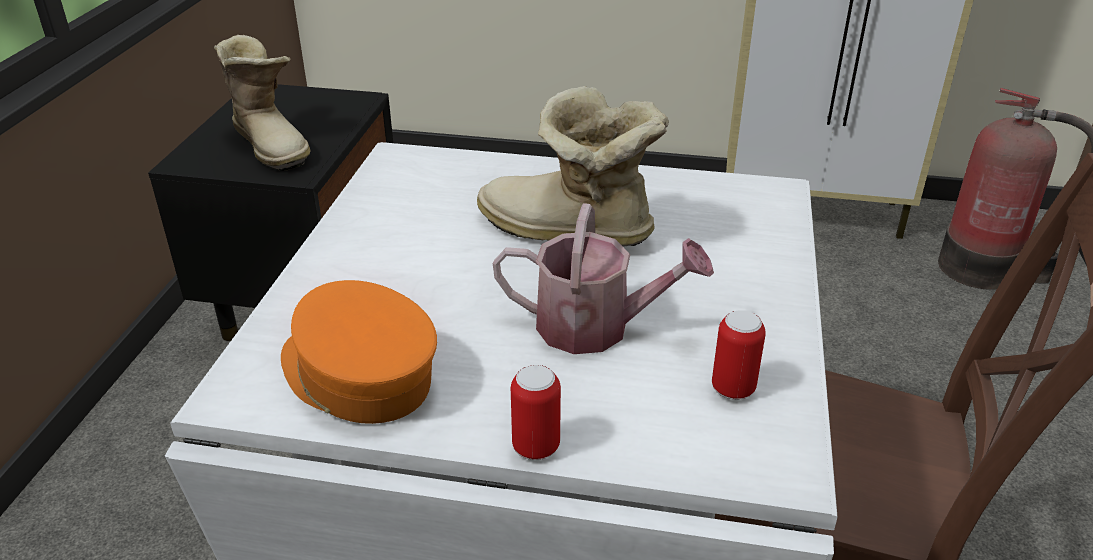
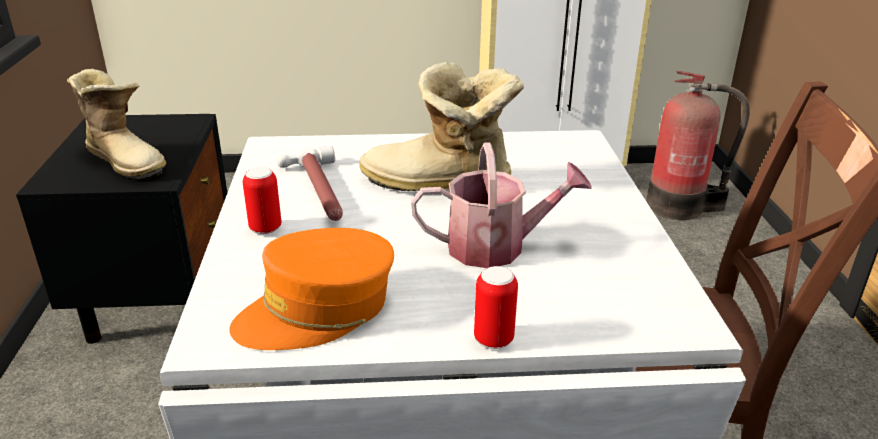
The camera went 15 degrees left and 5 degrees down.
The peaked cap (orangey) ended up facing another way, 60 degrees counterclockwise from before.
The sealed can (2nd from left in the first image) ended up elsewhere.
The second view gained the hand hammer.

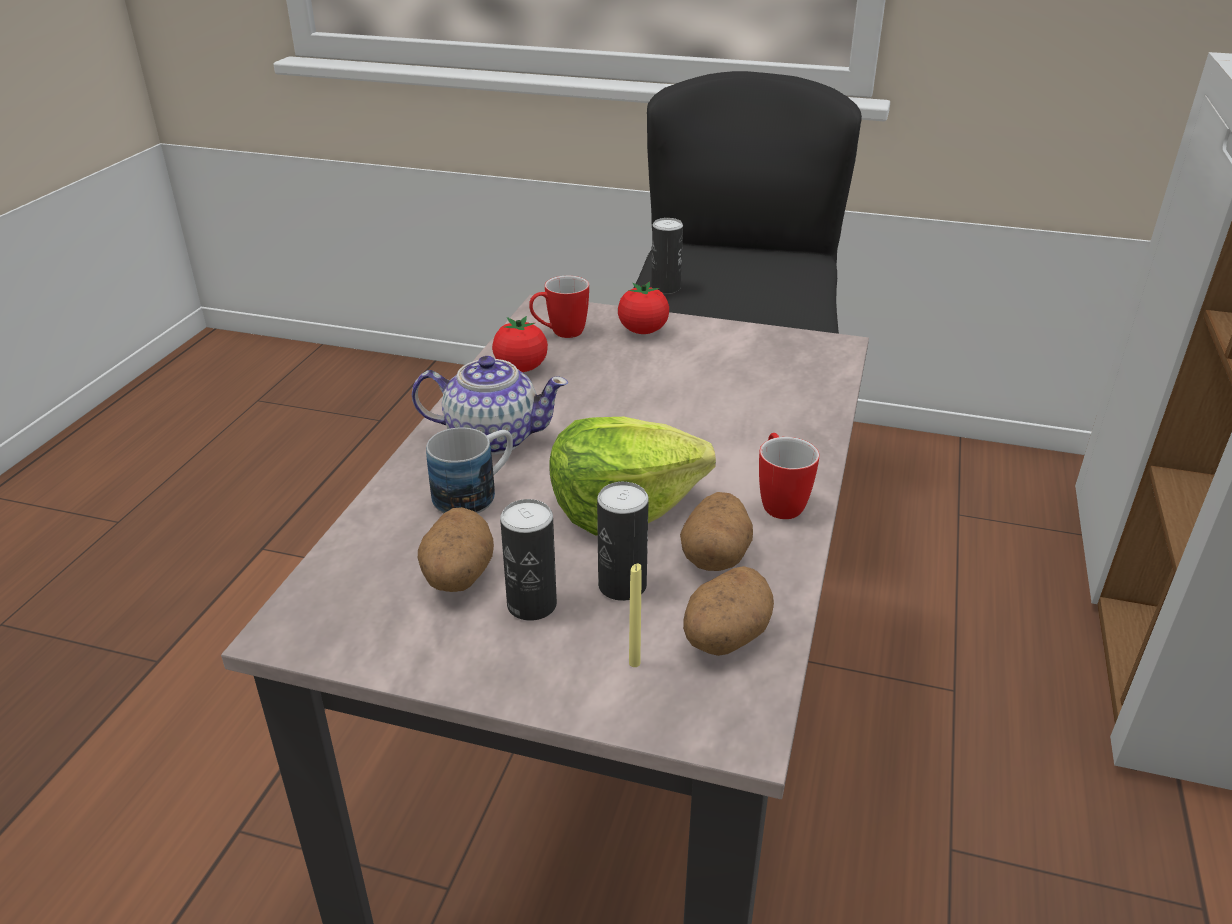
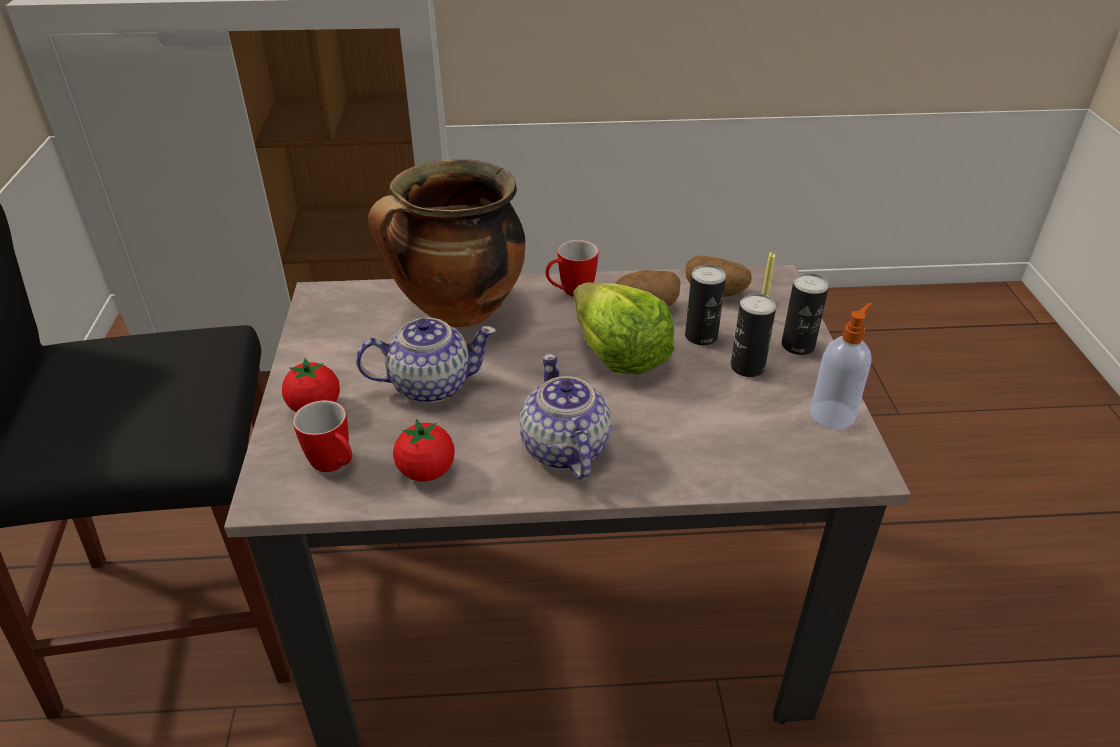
The camera went 110 degrees left and 5 degrees up.
The second view lost the whole potato (1st from left).
The second view lost the tea mug (1st from left).
The sealed can (3rd from left) ended up elsewhere.
The second view gained the pot for tea (1st from left).
The second view gained the saucepot.
The second view gained the soap dispenser.

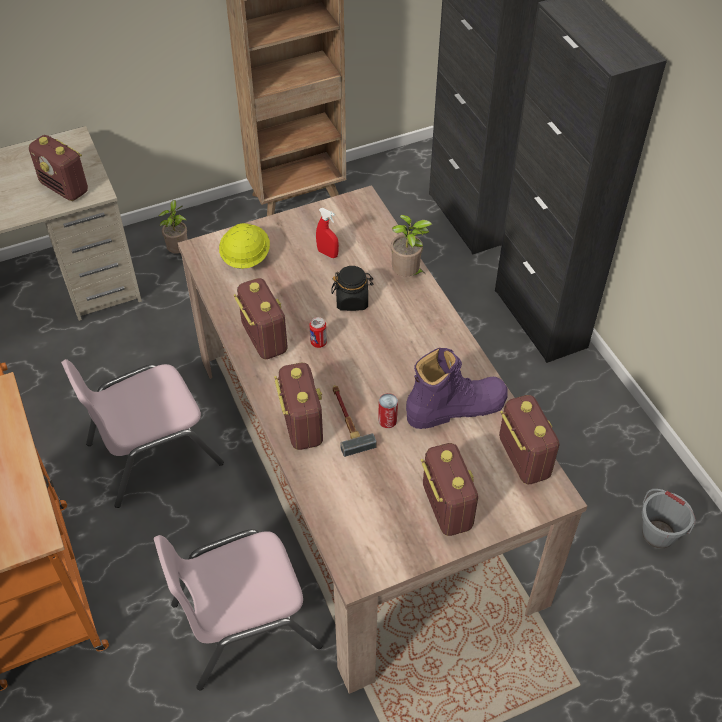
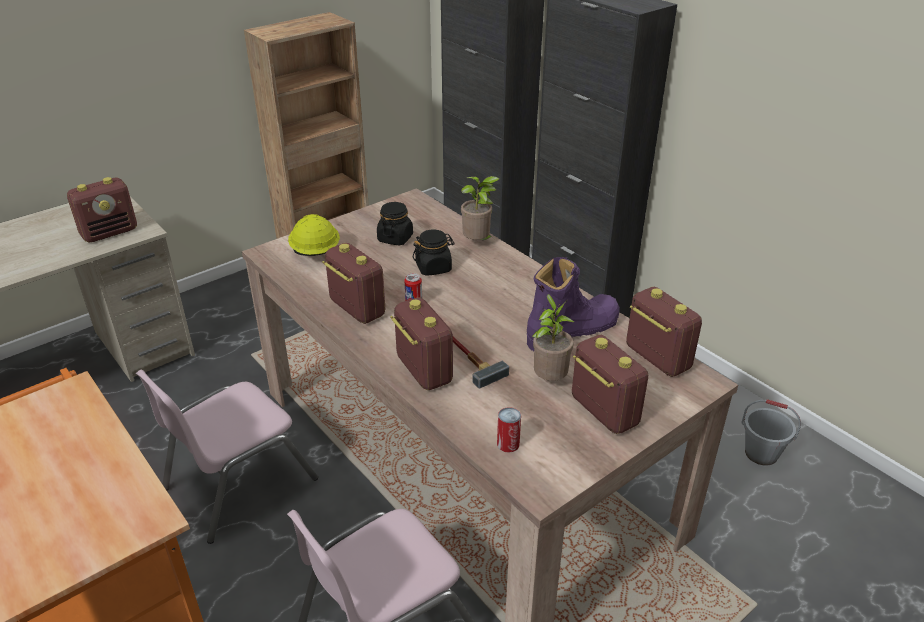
The camera went 15 degrees left and 15 degrees down.
The radio (1st from left) ended up facing another way, 60 degrees counterclockwise from before.
The houseplant (1st from left in the first image) ended up elsewhere.
Where the sprayer (red-coloured) stood, the preserve jar (blackish) (1st from left) came to stand.
The sealed can (2nd from left) ended up elsewhere.

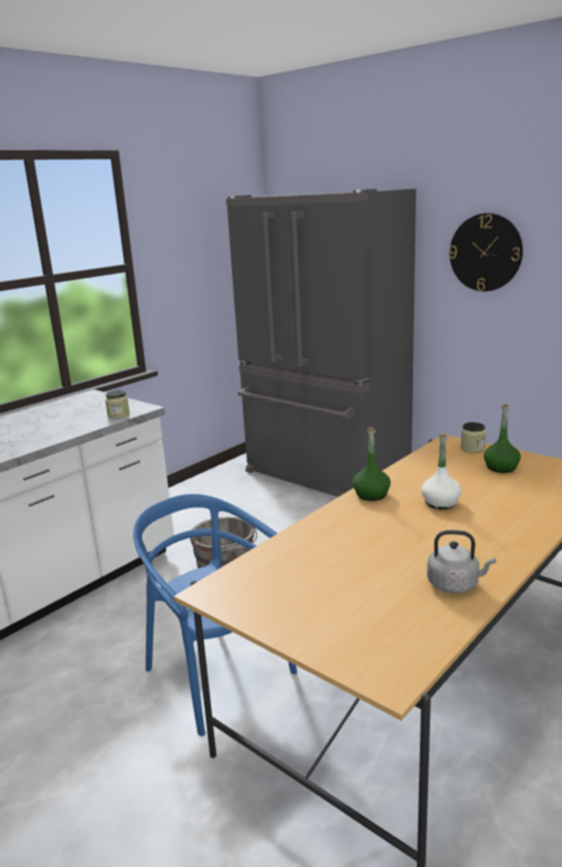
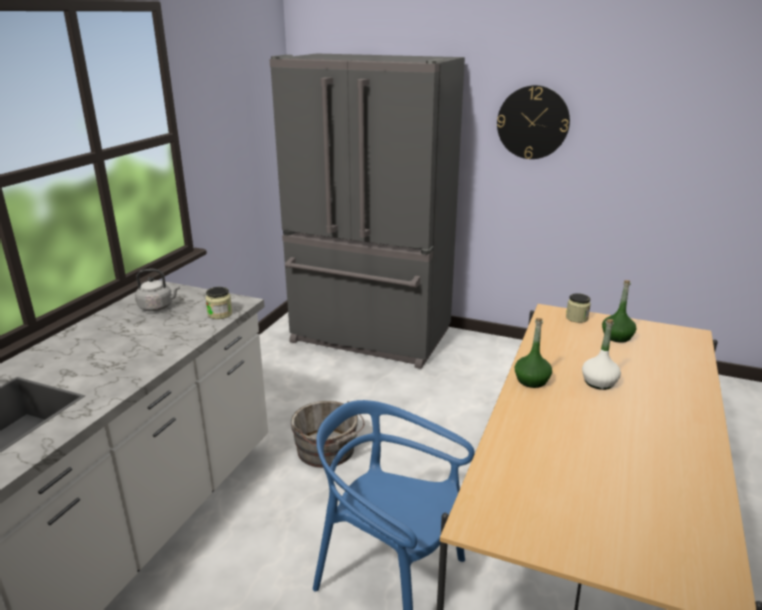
The camera went 20 degrees left and 5 degrees up.
The kettle (gray) ended up elsewhere.

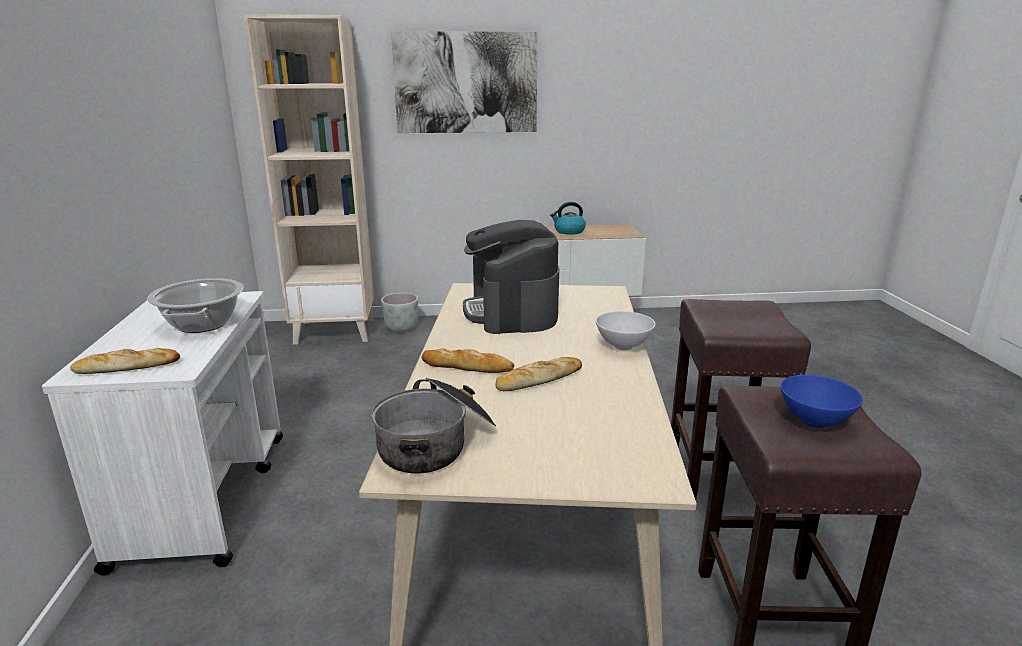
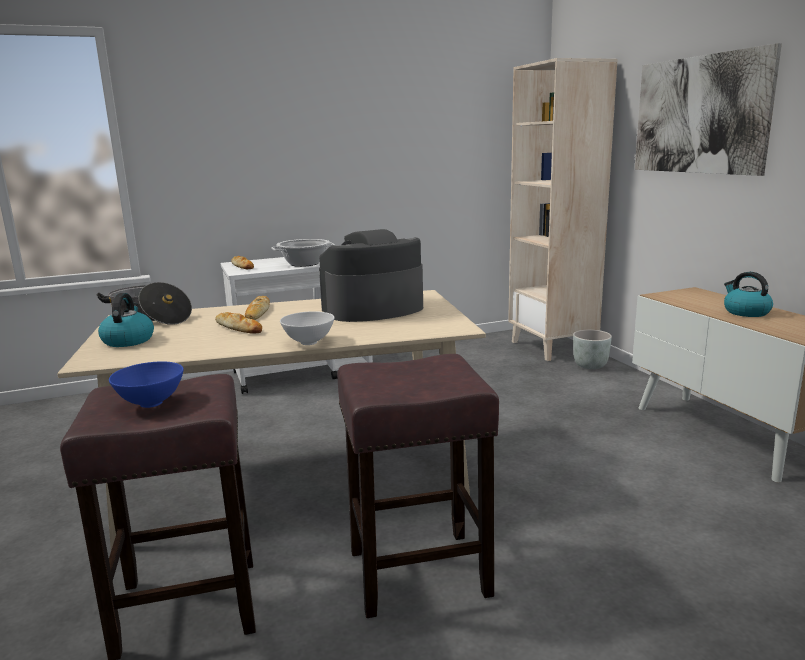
The camera went 75 degrees right and 5 degrees down.
The second view gained the kettle (1st from left).

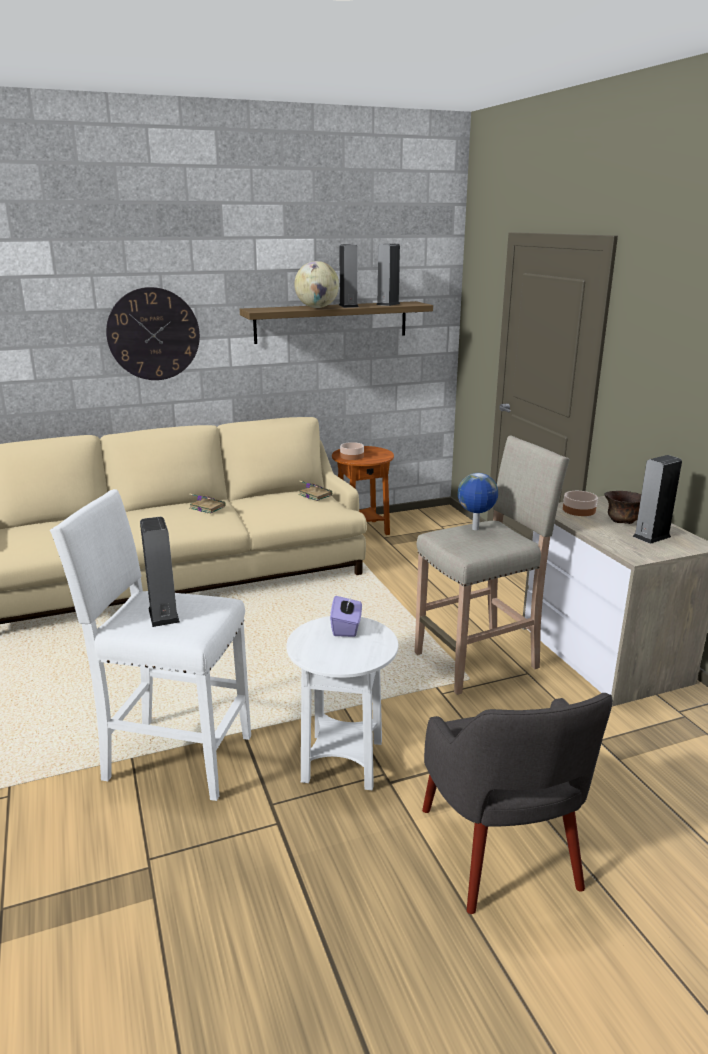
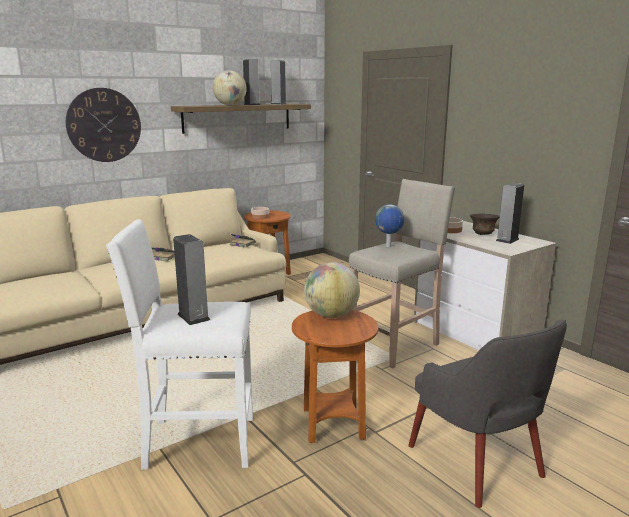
The camera went 15 degrees left and 5 degrees down.
What was the end table (white-coloured) turned into the end table (brown-coloured) (2nd from left).
Where the box of tissues (purple) stood, the globe (2nd from left) came to stand.

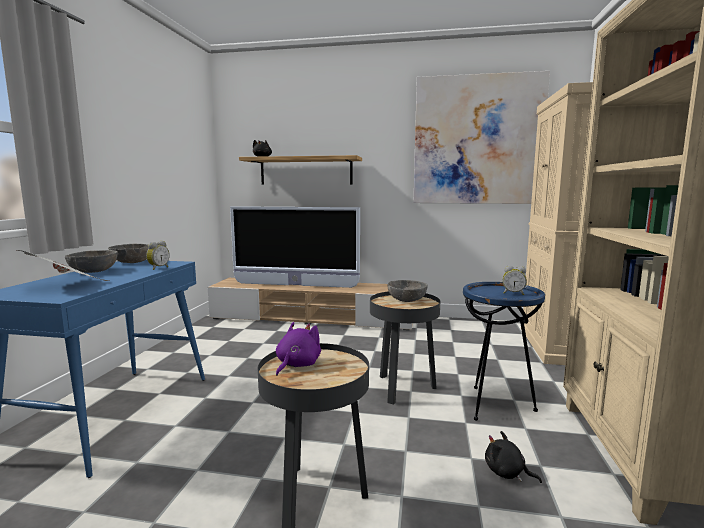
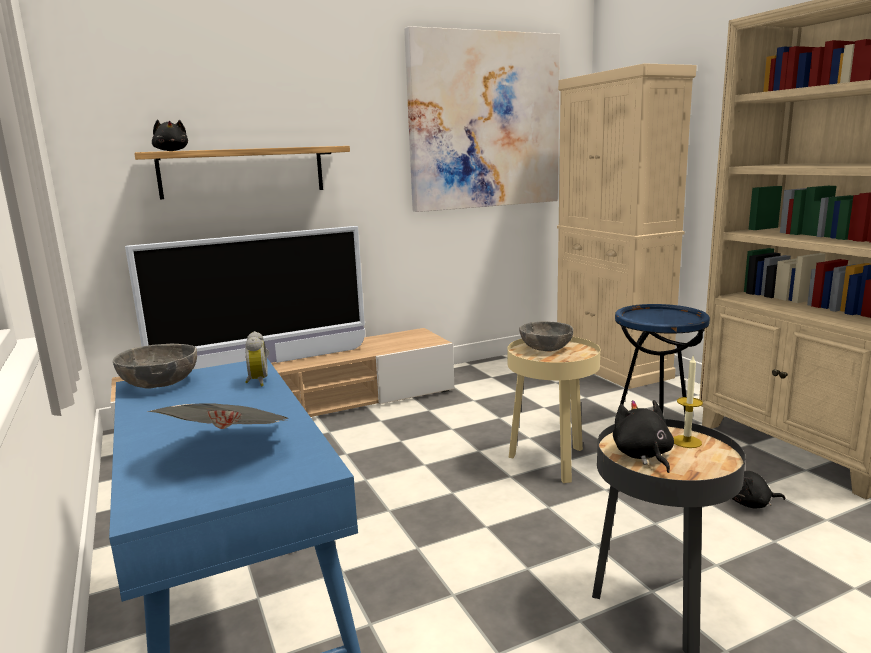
The camera went 35 degrees left and 5 degrees up.
The second view lost the bowl (gray) (1st from left).
What was the plush toy (purple) turned into the plush toy (blackish) (2nd from left).
What was the end table (blackish) (2nd from left) turned into the end table (beige).
The second view lost the alarm clock (2nd from left).
The second view gained the wax light.

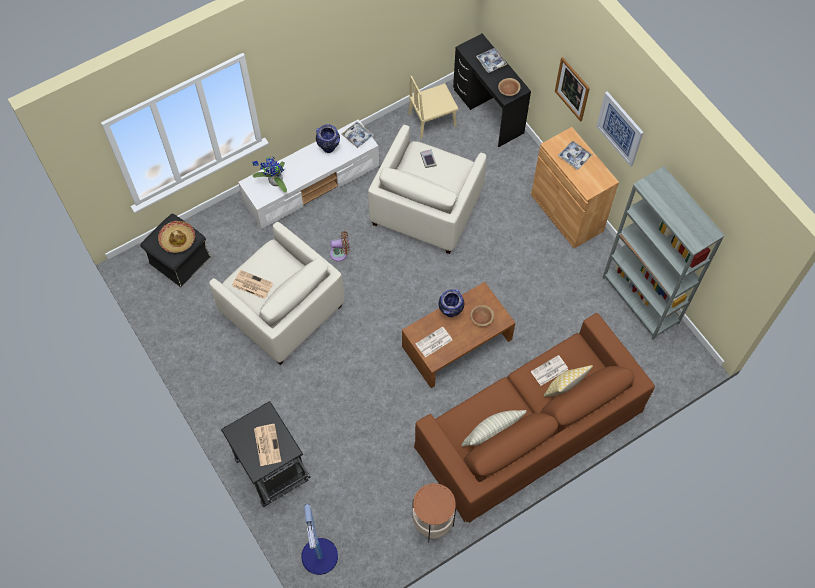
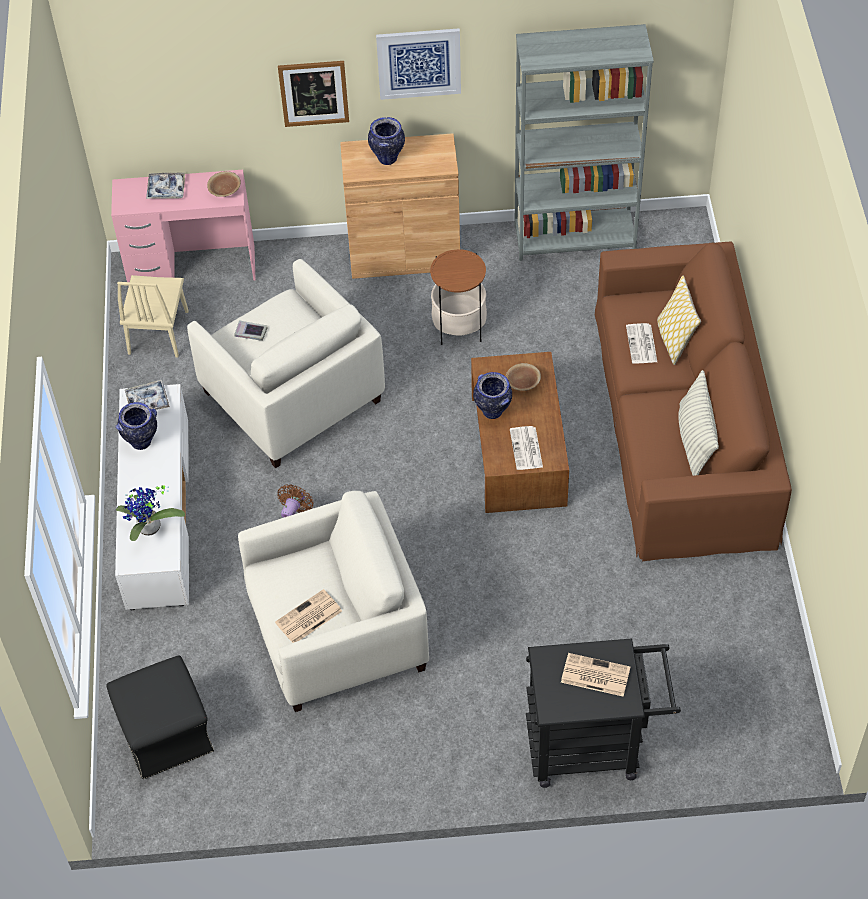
The camera went 60 degrees left and 10 degrees down.
The second view lost the hat.
The second view lost the standard lamp.
The end table ended up elsewhere.
What was the desk table (blackish) turned into the desk table (pinkish).
Where the carrying tray (3rd from left) stood, the flower vase (2nd from left) came to stand.

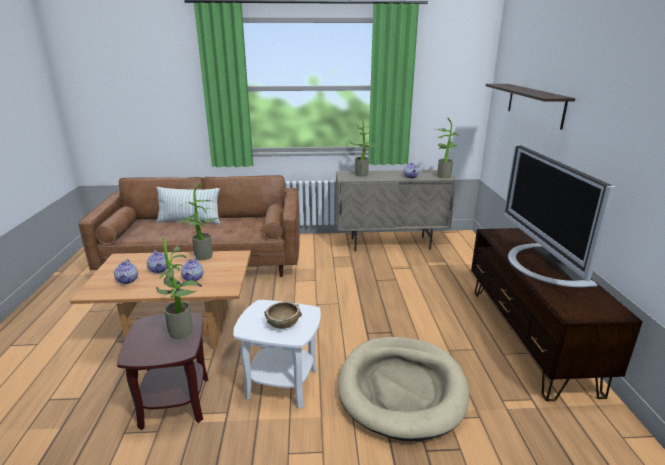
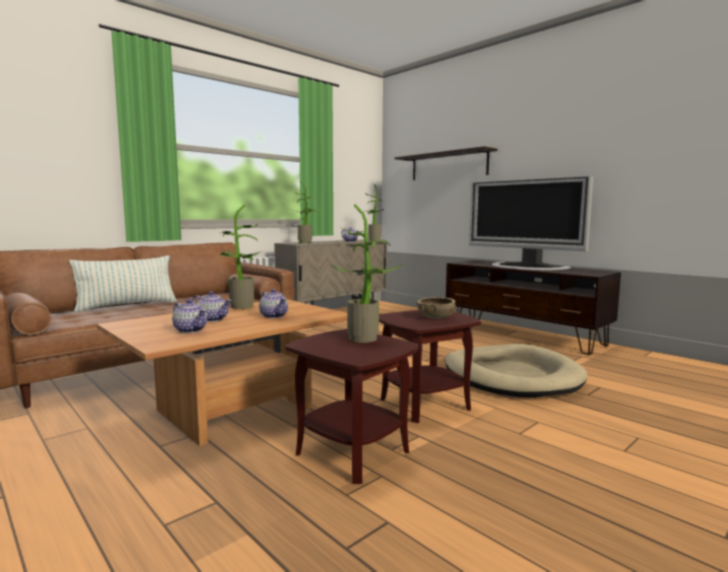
The camera went 40 degrees left and 15 degrees down.
What was the end table (white-coloured) turned into the end table (brown-coloured) (2nd from left).

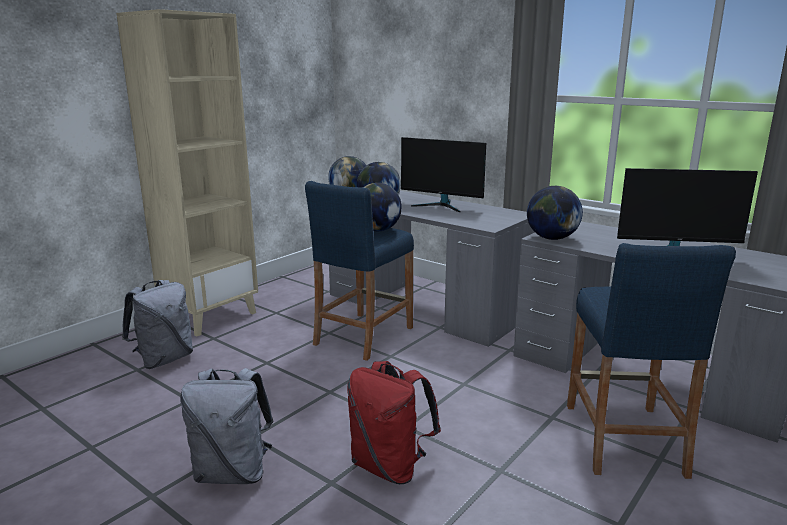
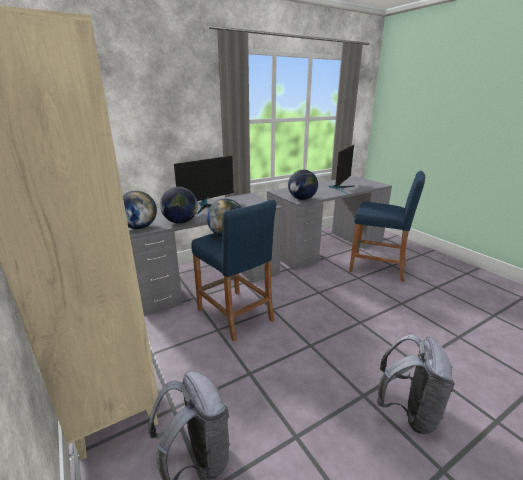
The camera went 70 degrees left and 5 degrees up.
The second view lost the knapsack (red-coloured).

